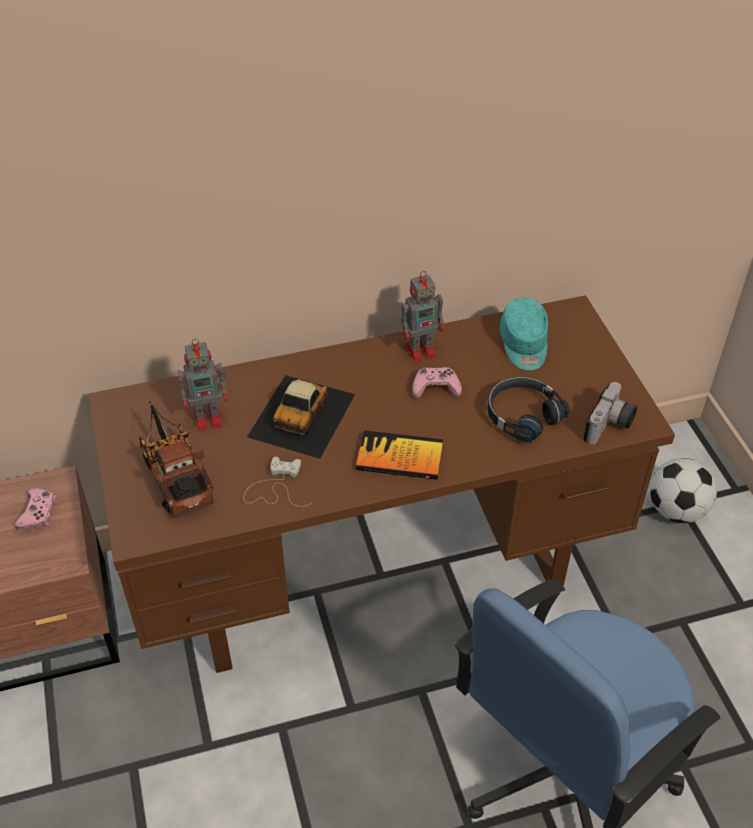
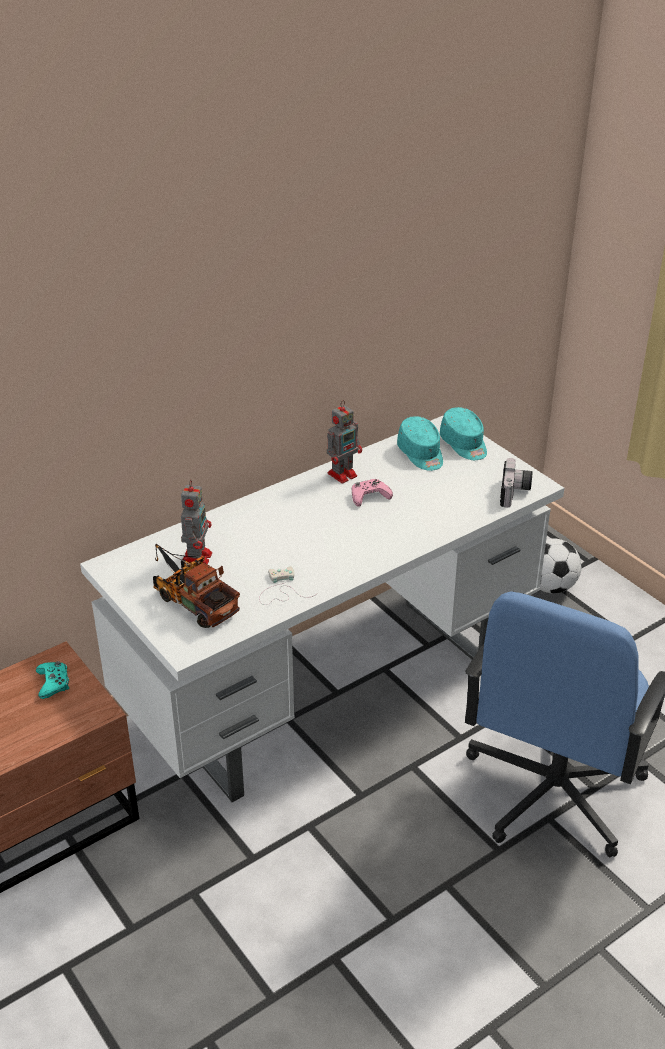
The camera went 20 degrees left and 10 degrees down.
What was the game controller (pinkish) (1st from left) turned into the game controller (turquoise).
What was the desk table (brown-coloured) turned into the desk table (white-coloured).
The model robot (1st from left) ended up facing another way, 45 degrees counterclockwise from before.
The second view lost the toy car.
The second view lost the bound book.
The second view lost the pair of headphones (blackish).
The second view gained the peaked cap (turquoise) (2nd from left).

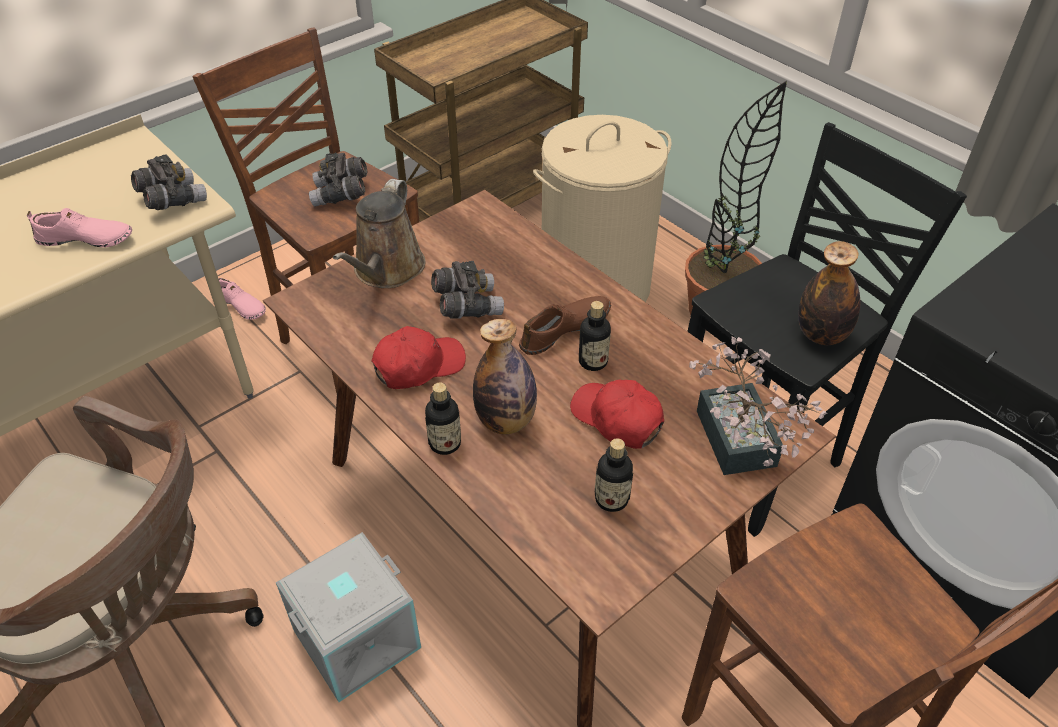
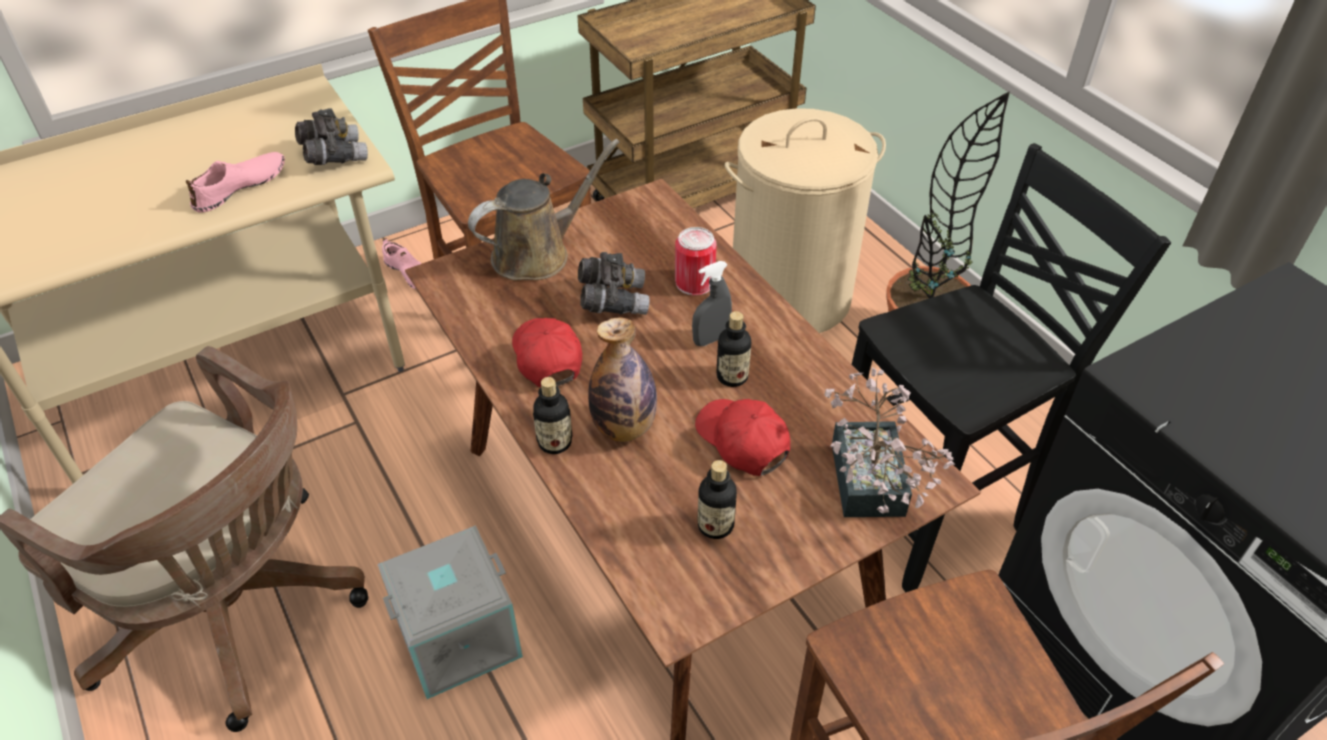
The camera went 10 degrees right and 0 degrees up.
The shoe (pinkish) (1st from left) ended up facing another way, 60 degrees counterclockwise from before.
The second view lost the pair of binoculars (gray) (2nd from left).
The watering pot (brown-coloured) ended up facing another way, 150 degrees counterclockwise from before.
The peaked cap (red-coloured) (1st from left) ended up facing another way, 90 degrees counterclockwise from before.
Where the shoe (brown-coloured) stood, the sprayer (gray) came to stand.
The second view lost the bottle (5th from left).
The second view gained the sealed can.

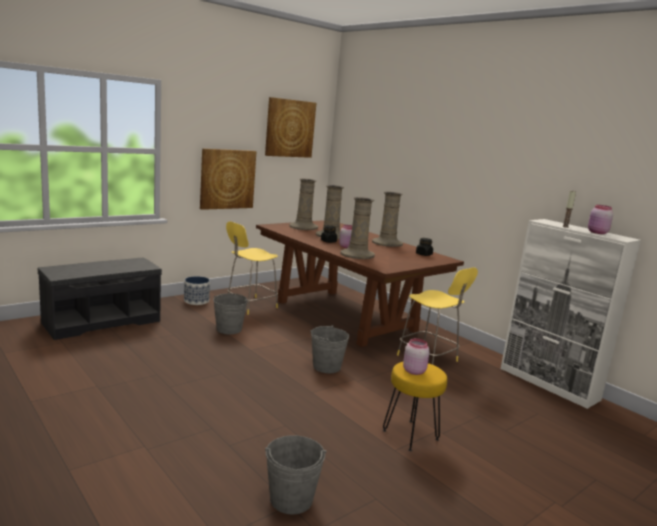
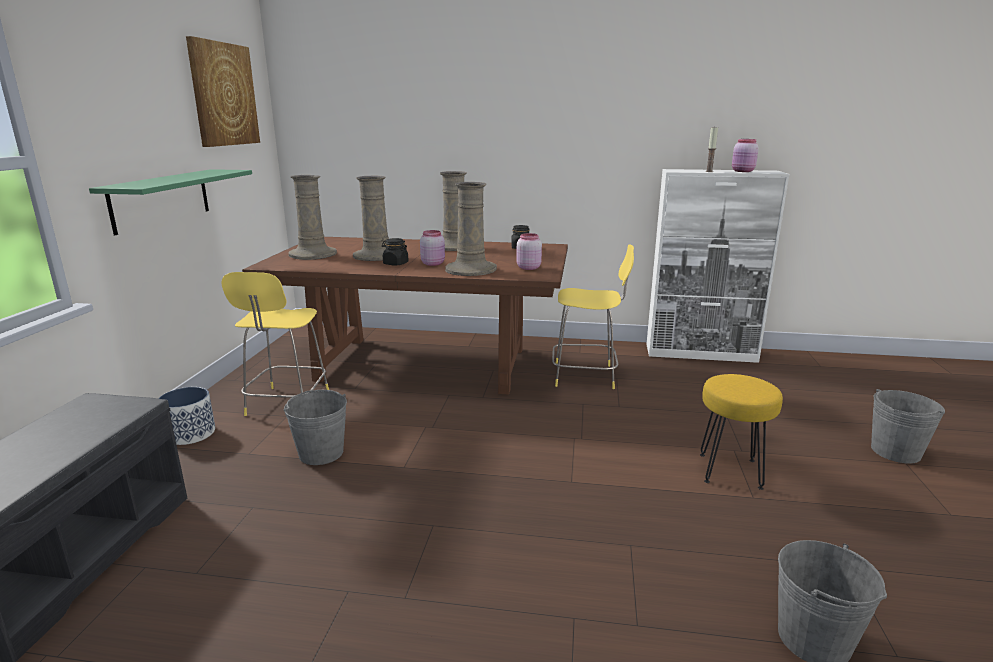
The camera went 40 degrees left and 5 degrees up.
Where the picture (1st from left) hung, the shelf (greenish) came to hang.
The bucket (gray) (3rd from left) ended up elsewhere.
The preserve jar (pinkish) (2nd from left) ended up elsewhere.

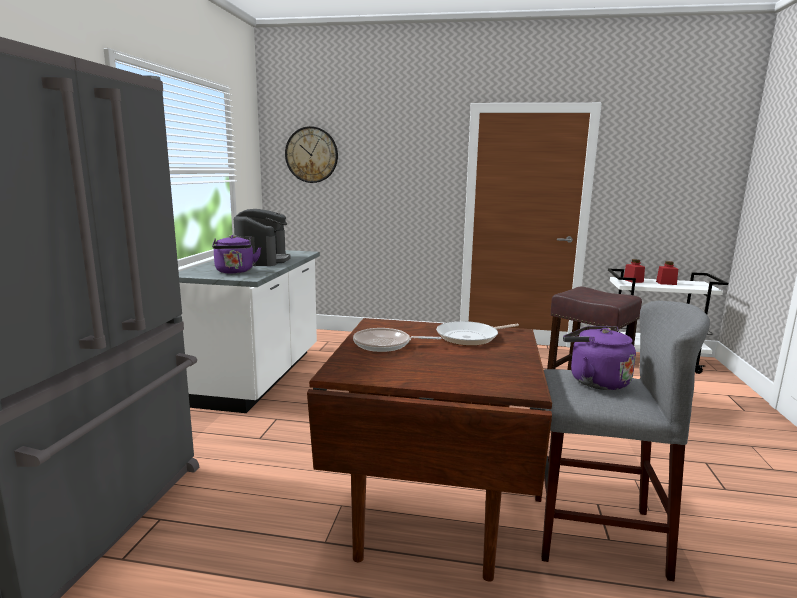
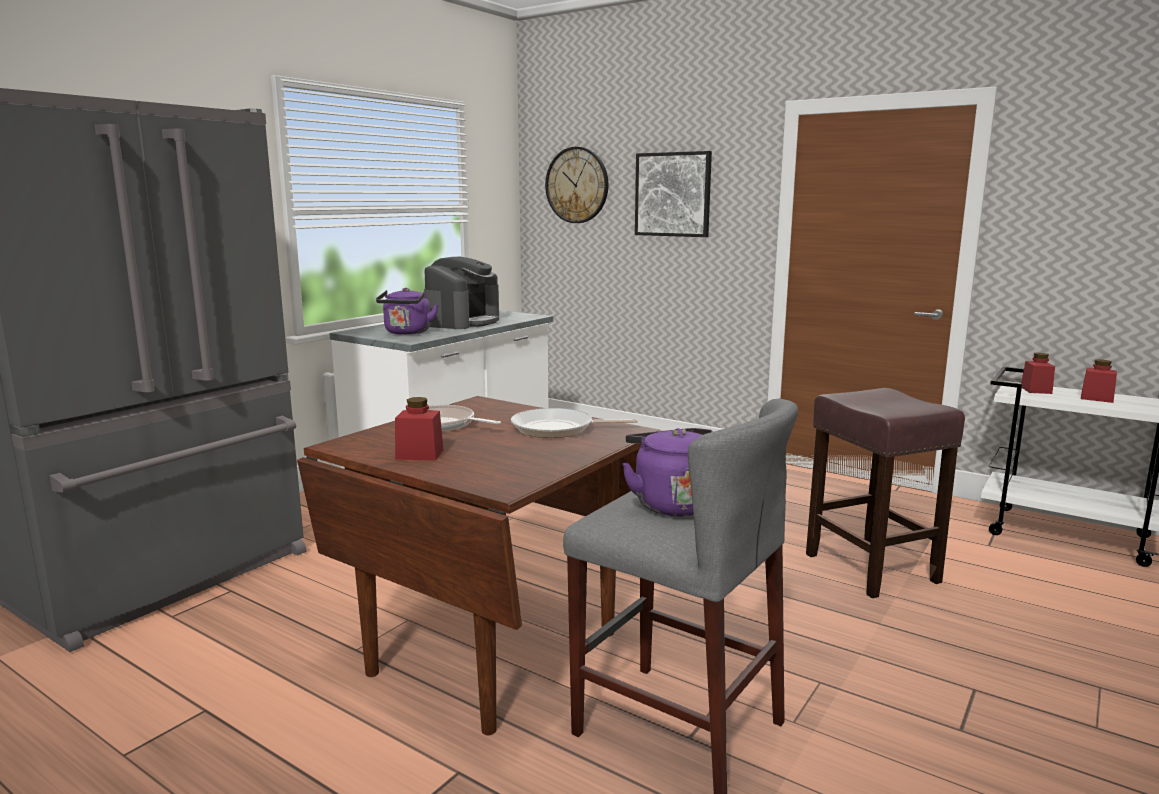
The camera went 25 degrees right and 0 degrees up.
The second view gained the preserve jar (red-coloured) (1st from left).
The second view gained the picture.

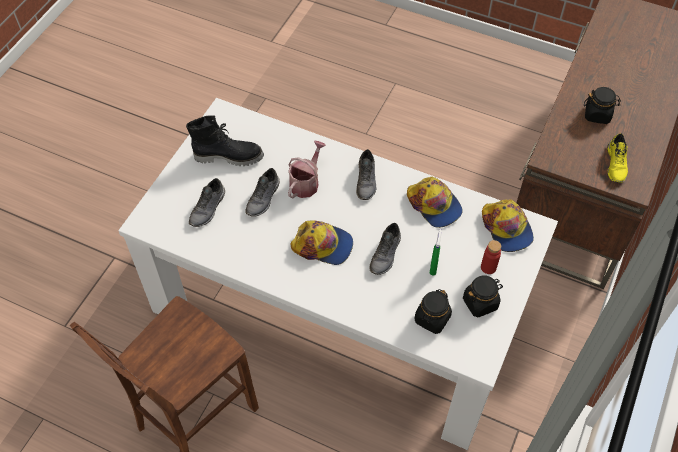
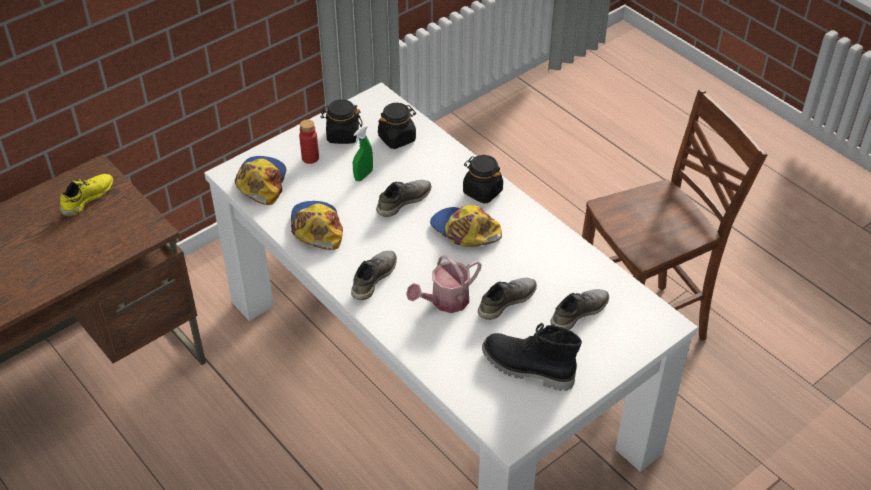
The camera went 155 degrees left and 10 degrees down.
The preserve jar (blackish) (3rd from left) ended up elsewhere.

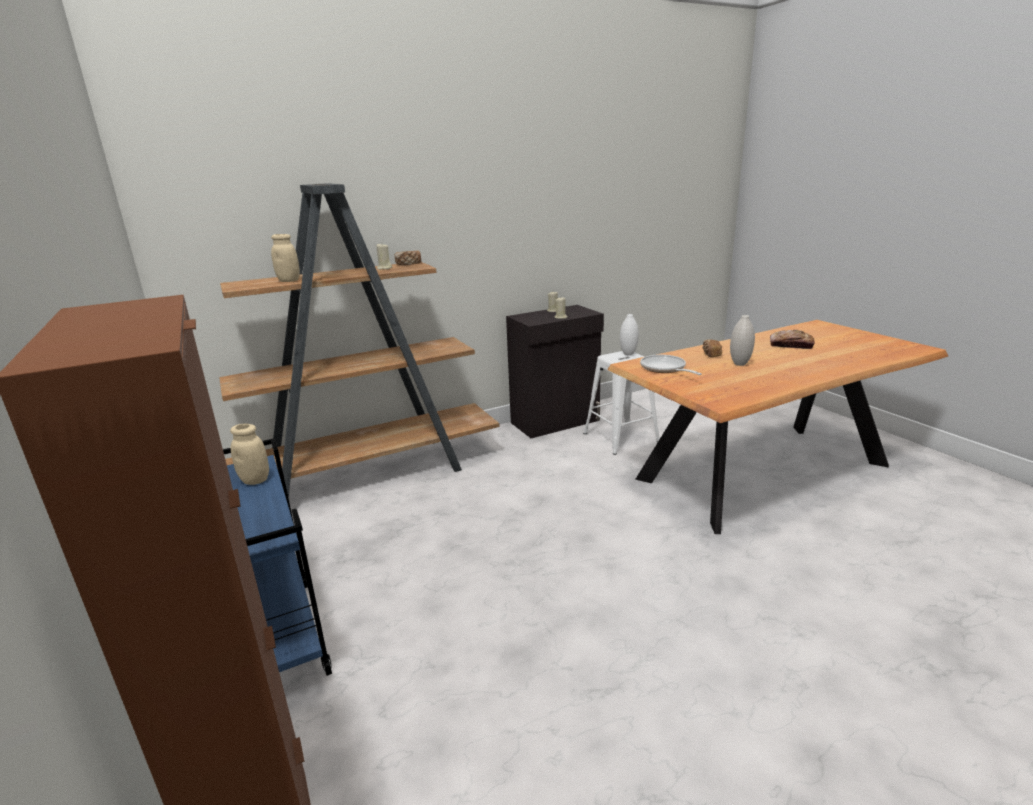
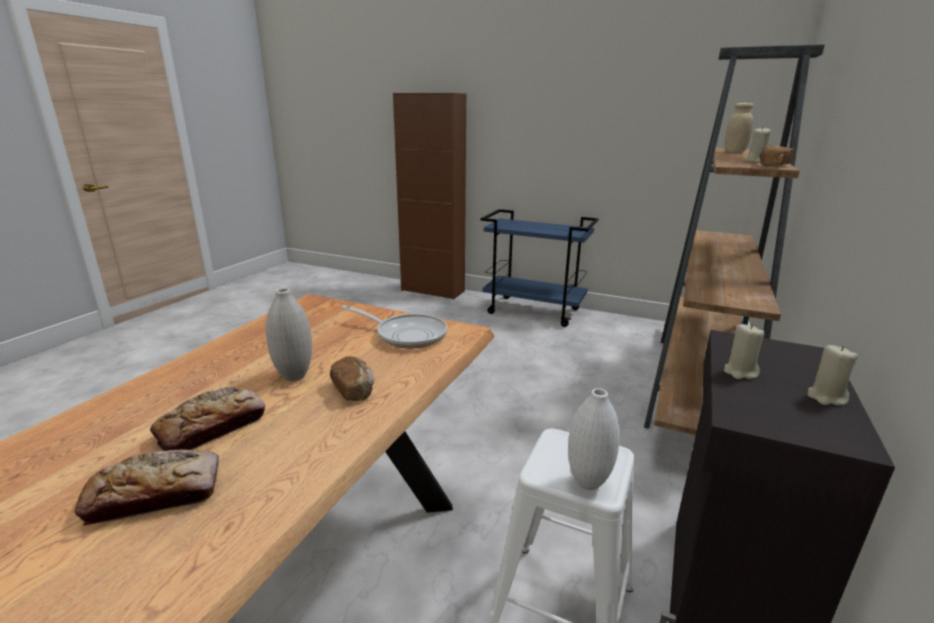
The camera went 140 degrees right and 0 degrees up.
The second view lost the preserve jar (beige) (1st from left).
The second view gained the bakery bread (2nd from left).

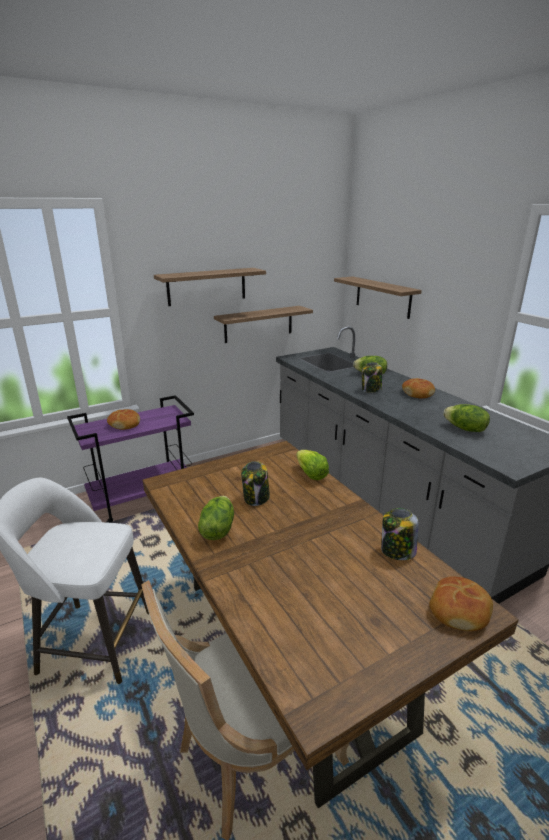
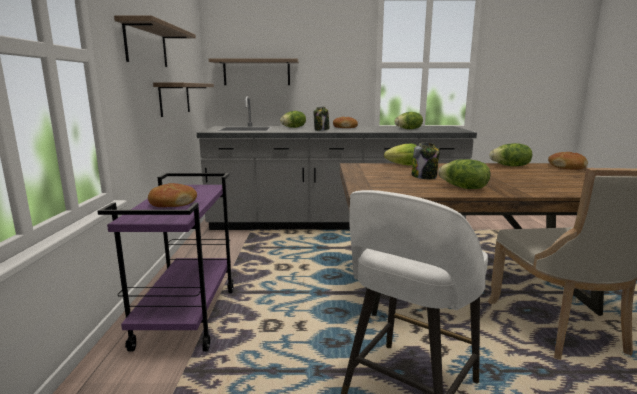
The camera went 60 degrees left and 10 degrees down.
Where the preserve jar (3rd from left) stood, the head of lettuce (5th from left) came to stand.

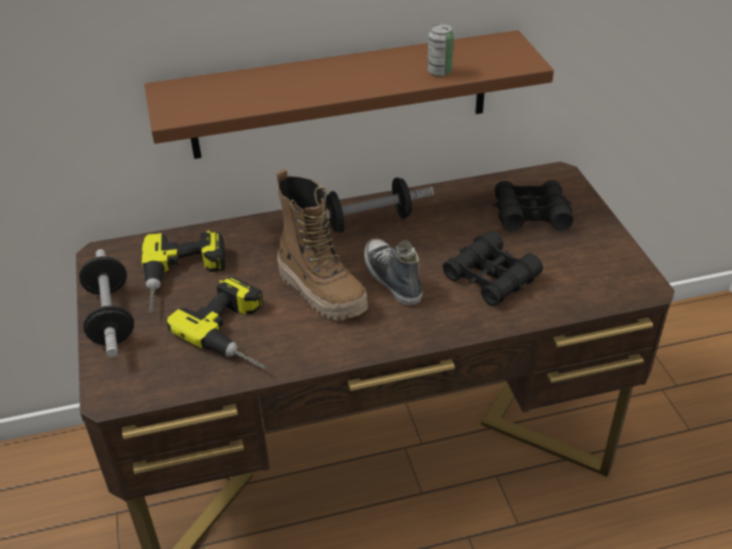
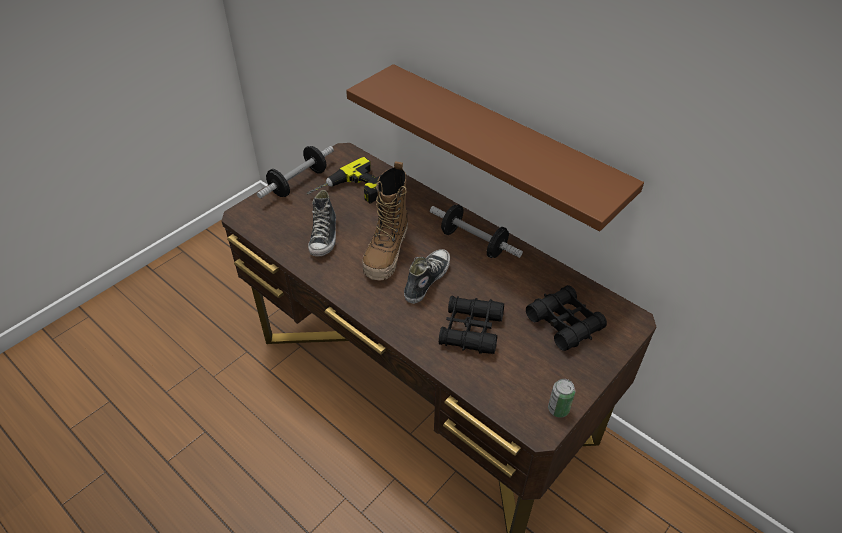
The camera went 55 degrees right and 5 degrees up.
Where the electric drill (2nd from left) stood, the shoe (1st from left) came to stand.
The sealed can ended up elsewhere.

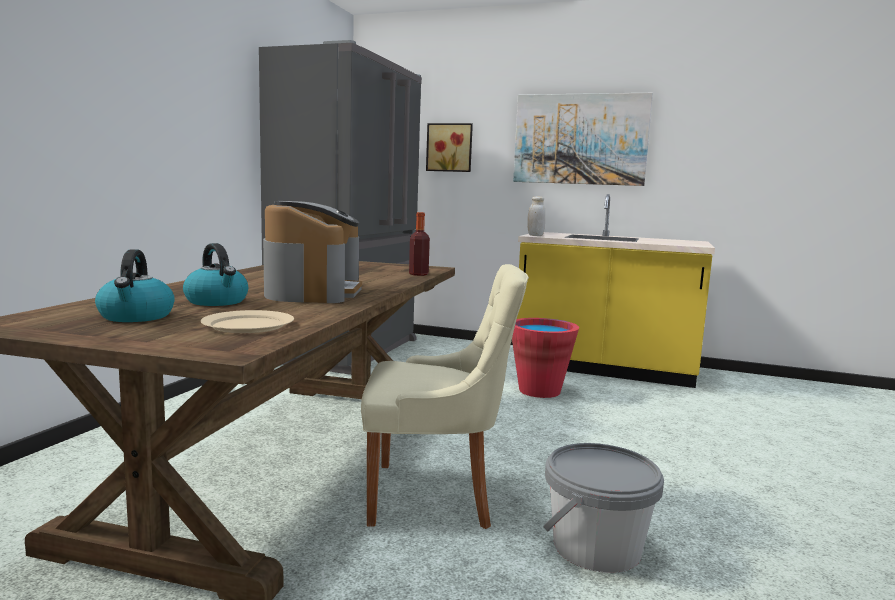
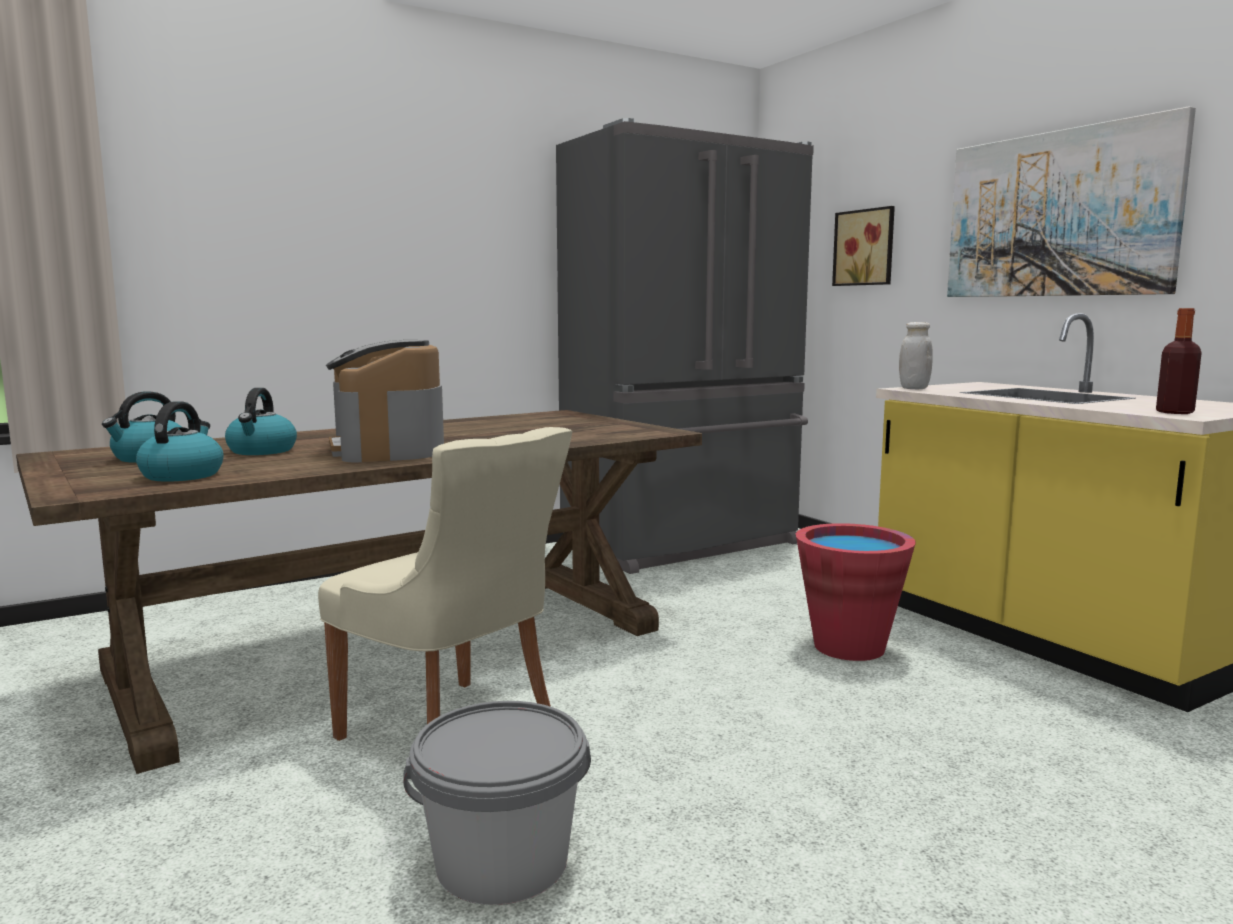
The camera went 40 degrees right and 0 degrees up.
Where the dinner plate (beige) stood, the kettle (2nd from left) came to stand.
The coffee machine ended up facing another way, 120 degrees clockwise from before.
The bottle ended up elsewhere.

